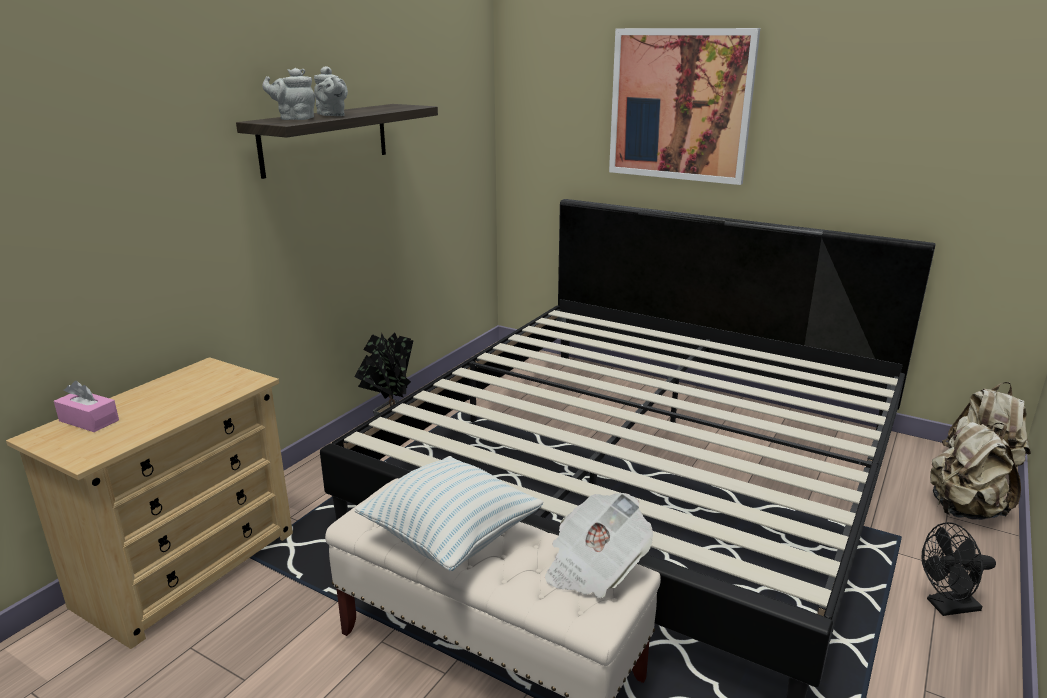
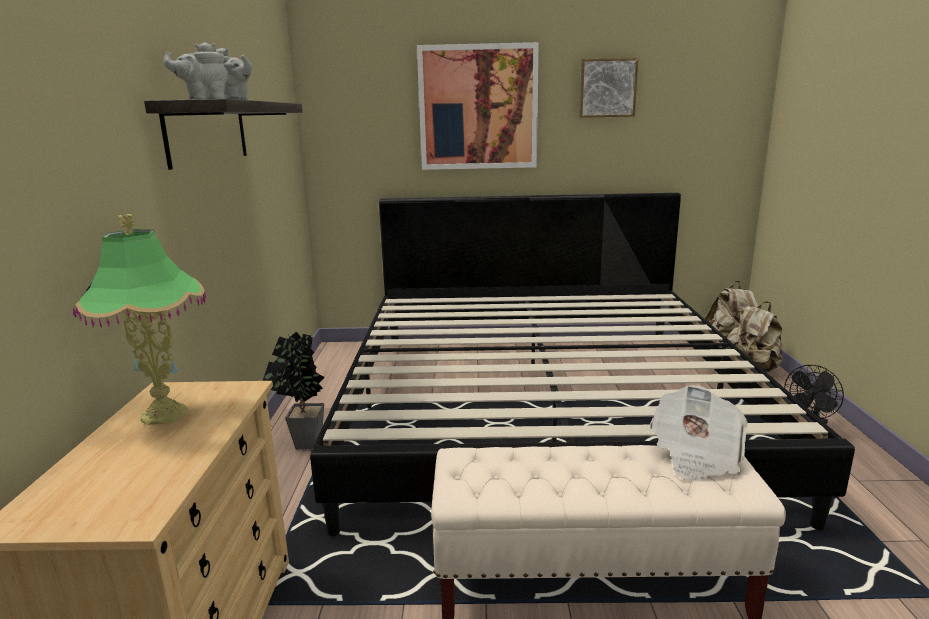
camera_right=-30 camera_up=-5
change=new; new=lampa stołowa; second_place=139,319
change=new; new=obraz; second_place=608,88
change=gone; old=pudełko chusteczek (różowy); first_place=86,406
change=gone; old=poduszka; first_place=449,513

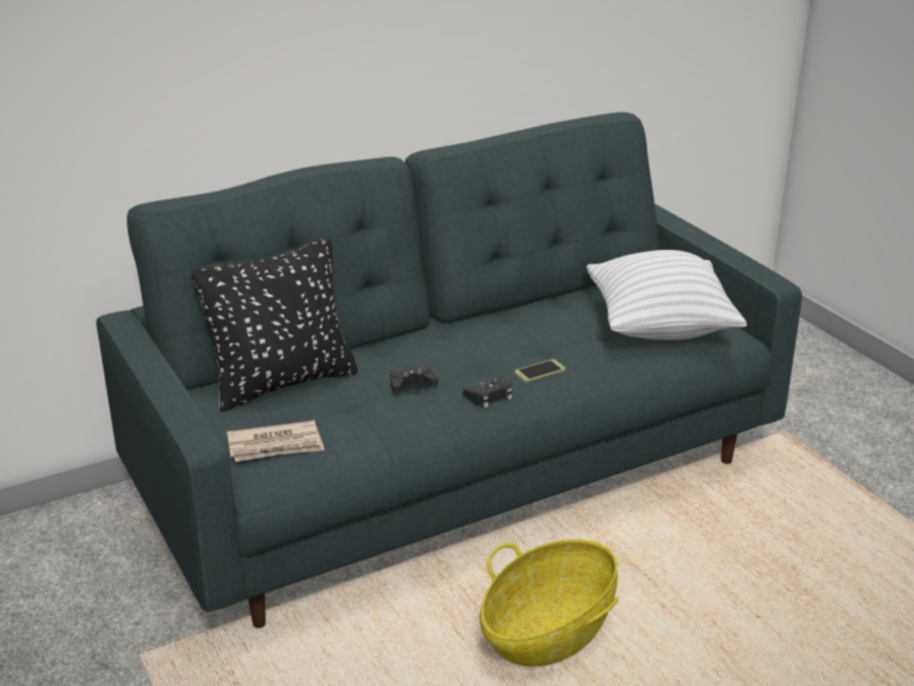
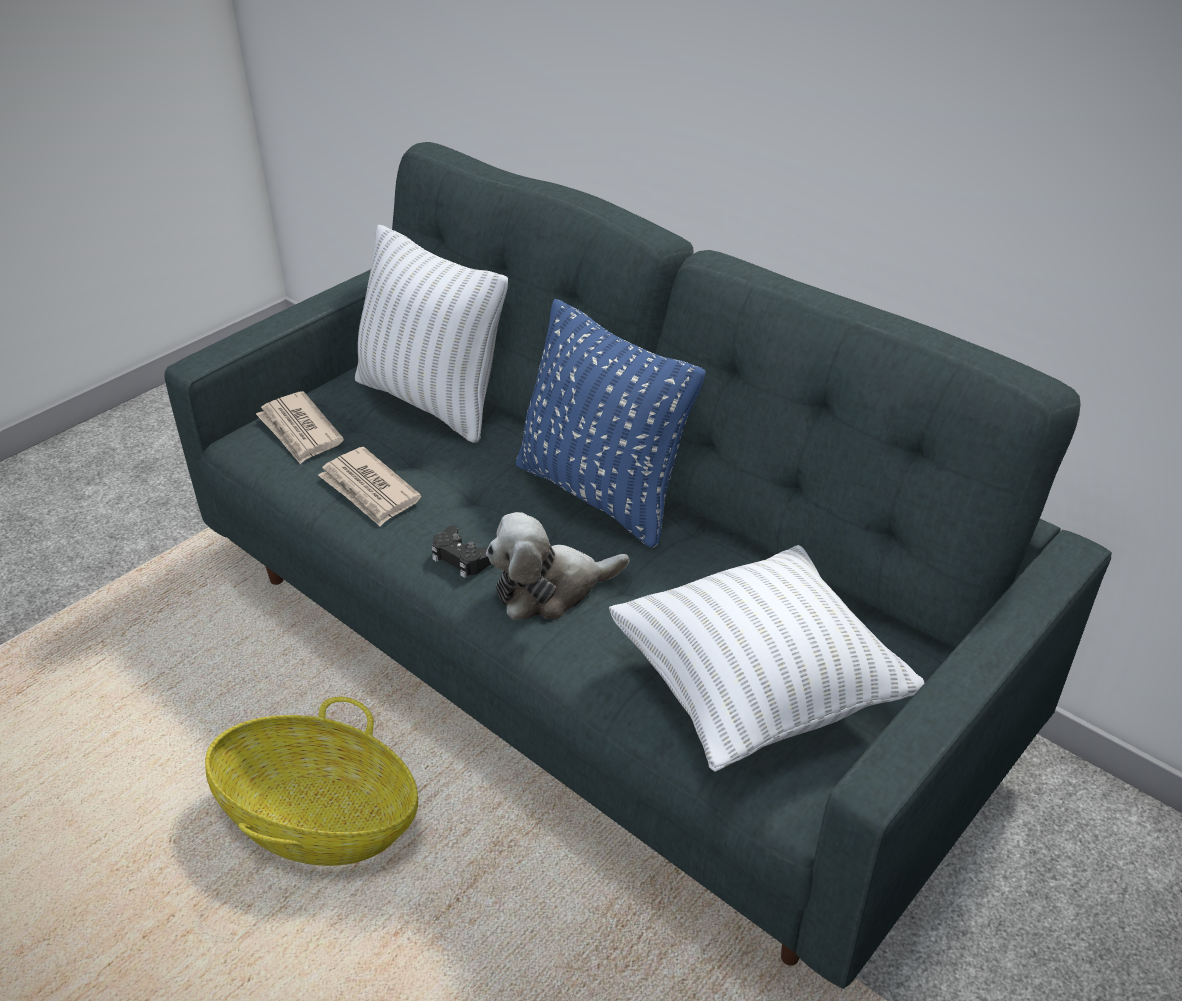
camera_right=70 camera_up=10
change=new; new=gazeta; second_place=370,487
change=repainted; old=poduszka (czarny); new=poduszka (biały); first_place=274,324; second_place=431,333
change=swapped; old=telefon; new=pluszak; first_place=540,371; second_place=557,566
change=new; new=poduszka (niebieski); second_place=611,423
change=gone; old=pad do gier (czarny); first_place=414,378

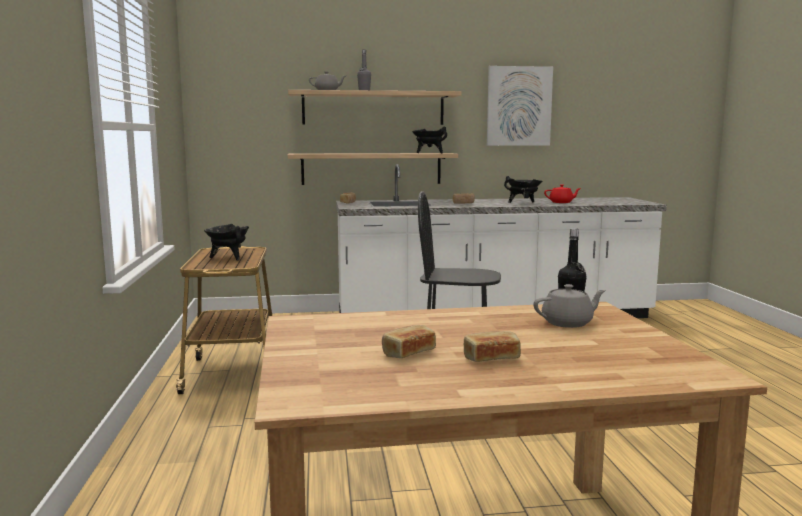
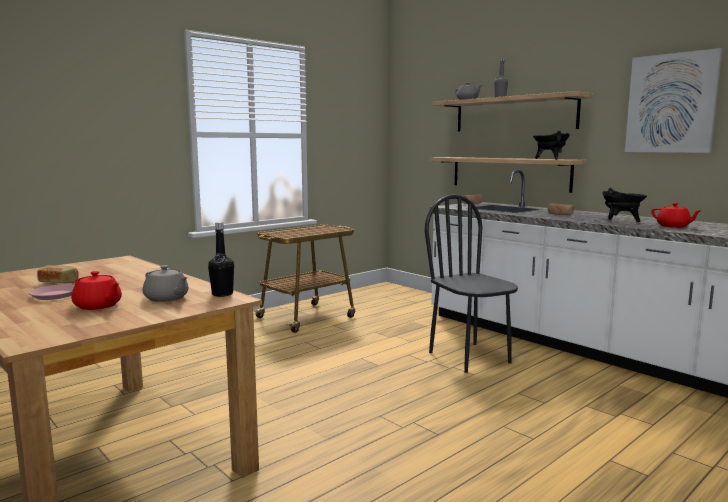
camera_right=55 camera_up=0
change=swapped; old=chleb; new=talerz (różowy); first_place=492,346; second_place=52,292
change=new; new=imbryk (czerwony); second_place=96,290
change=gone; old=garnek (czarny); first_place=226,242

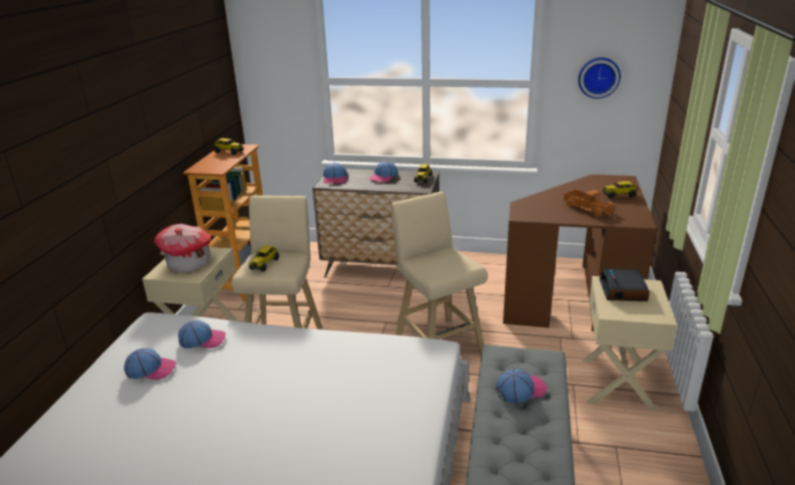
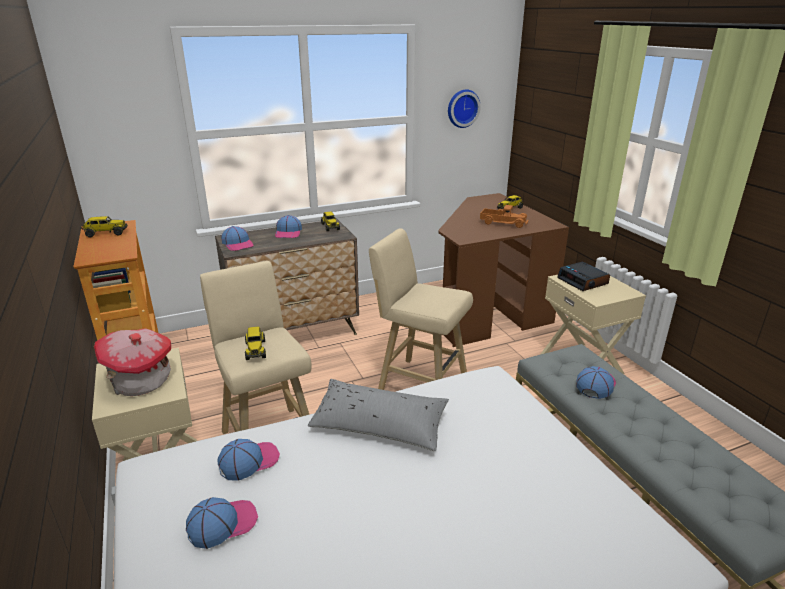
camera_right=-35 camera_up=0
change=new; new=poduszka (szary); second_place=378,415

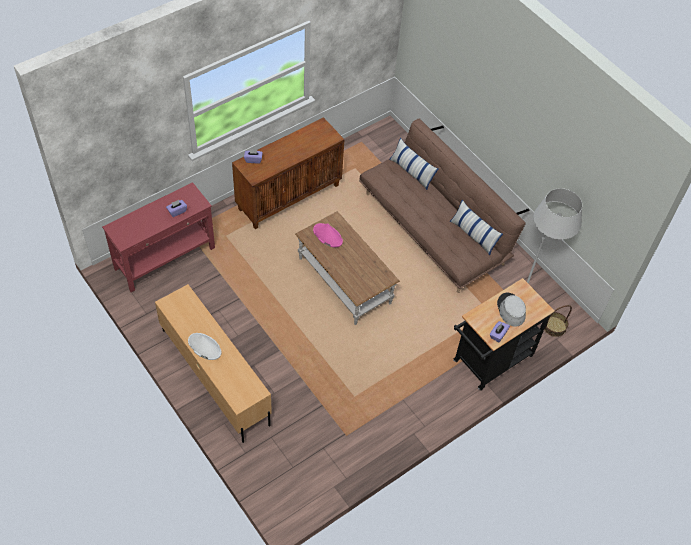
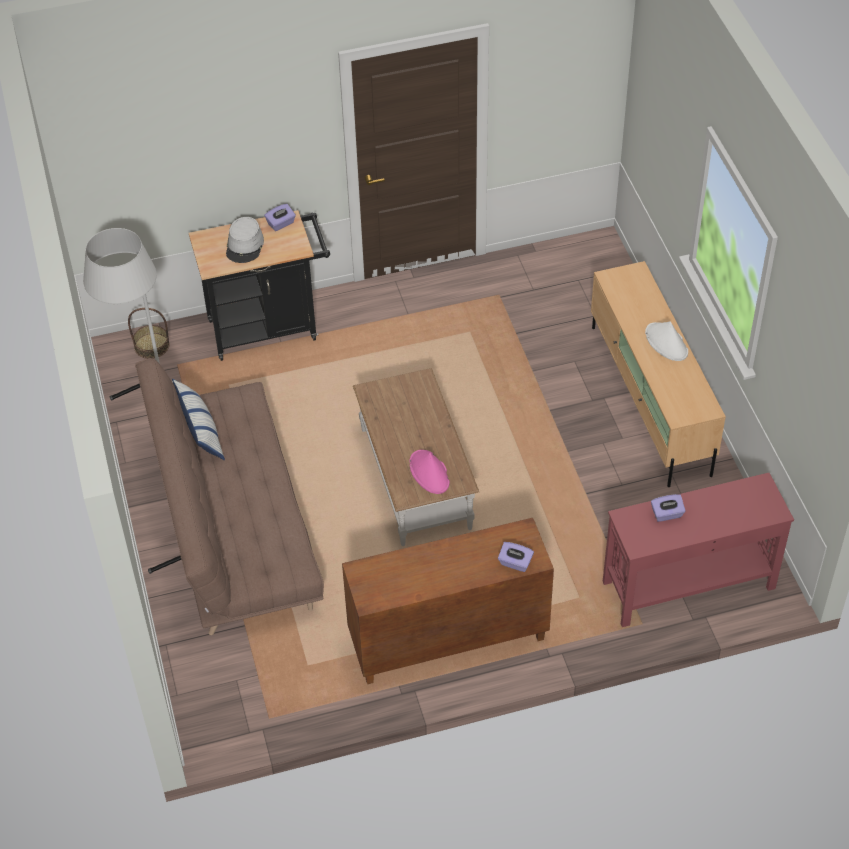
camera_right=-155 camera_up=-5
change=gone; old=poduszka; first_place=413,164

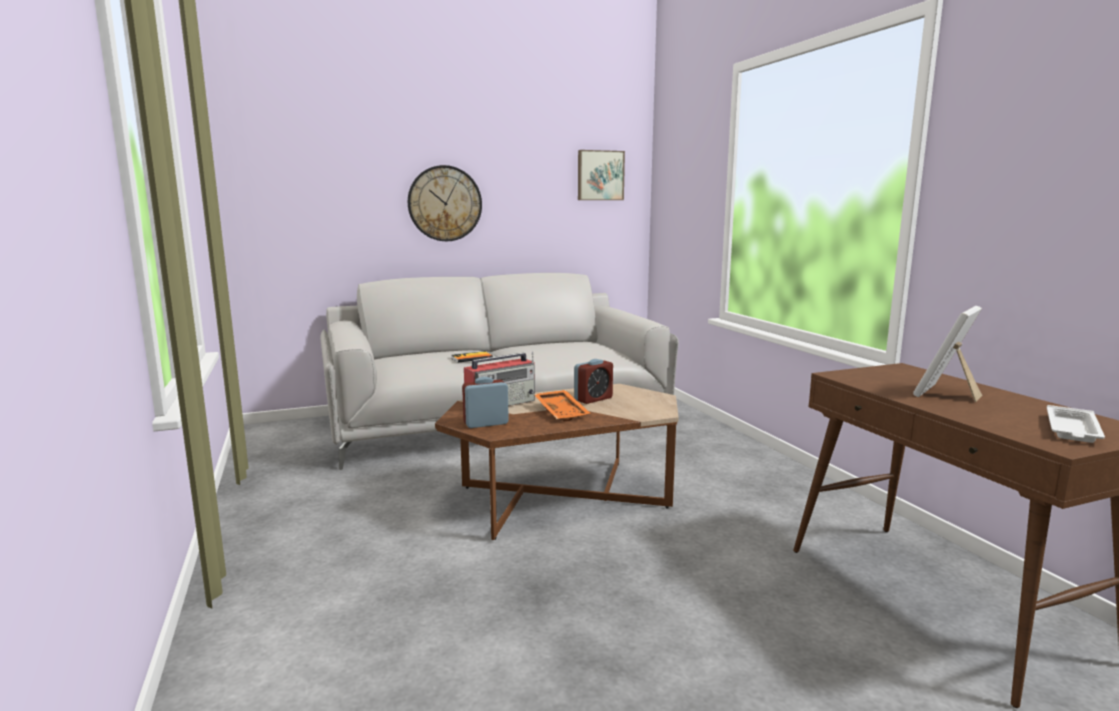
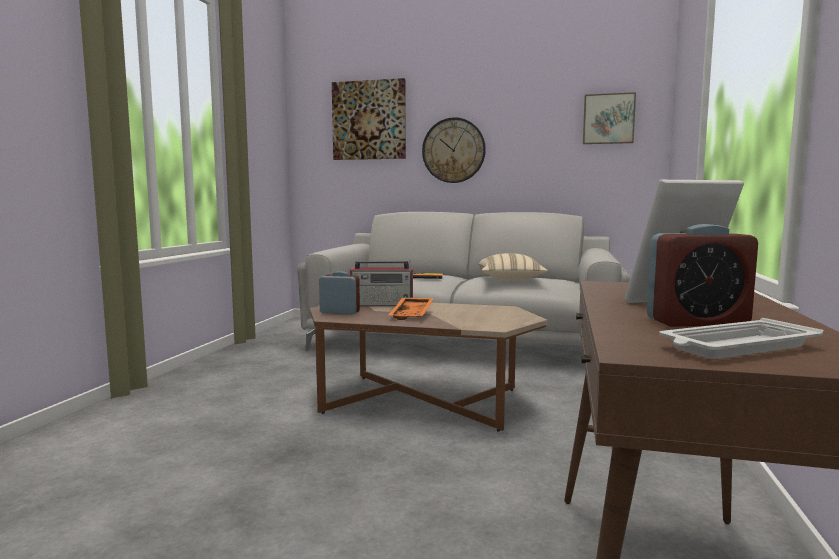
camera_right=35 camera_up=-5
change=new; new=obraz; second_place=369,119
change=new; new=poduszka (beżowy); second_place=513,267
change=shifted; old=budzik; first_place=593,381; second_place=702,275

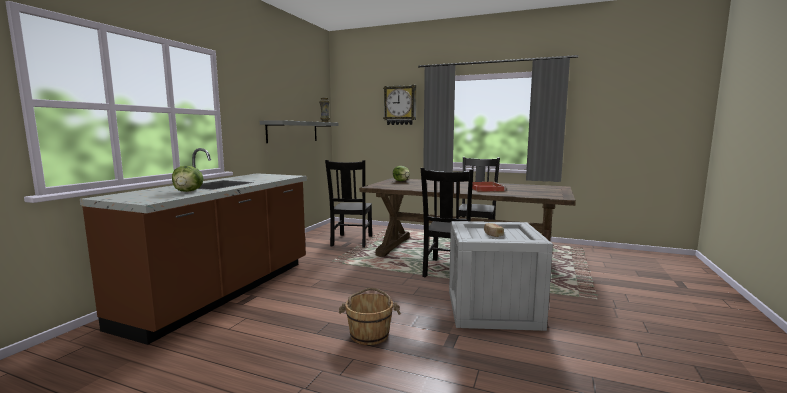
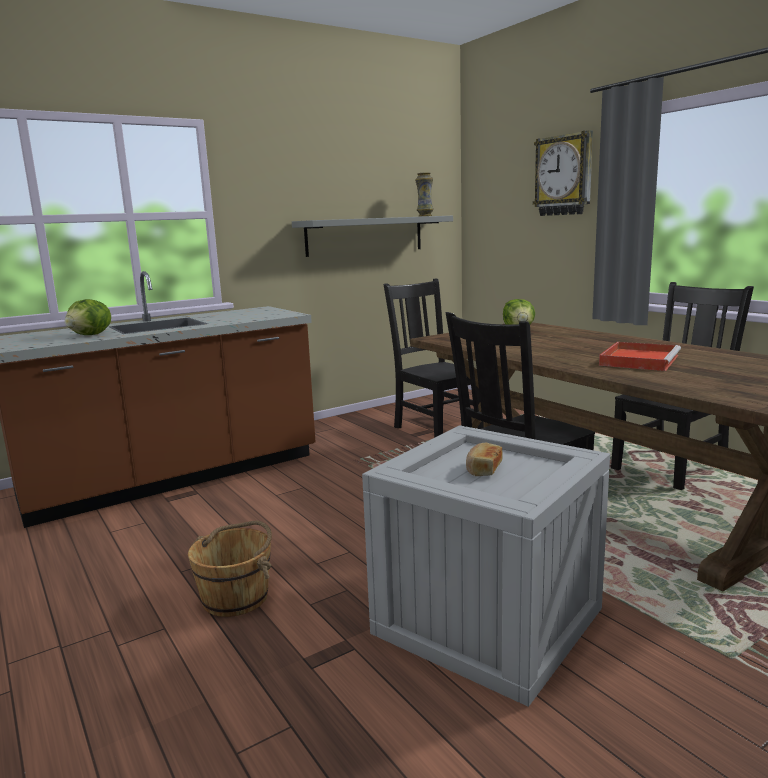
camera_right=35 camera_up=5
change=rotated; old=krzesło (czarny); first_place=348,204; second_place=433,358; degrees=105

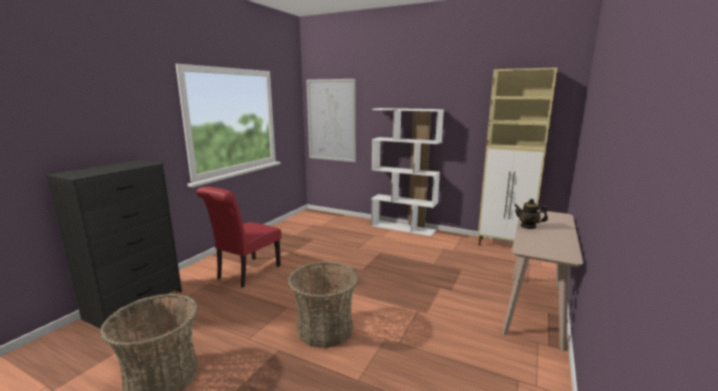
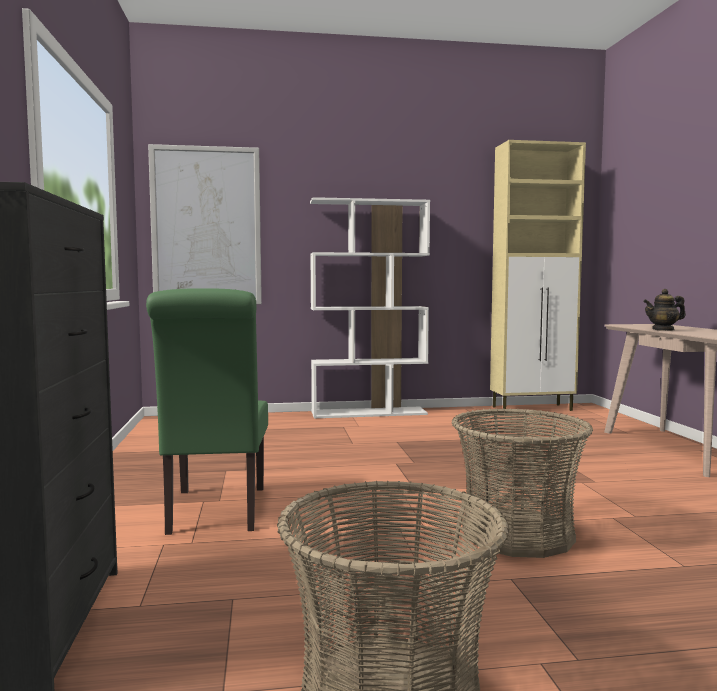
camera_right=-35 camera_up=-10
change=repainted; old=krzesło (czerwony); new=krzesło (zielony); first_place=238,237; second_place=207,411

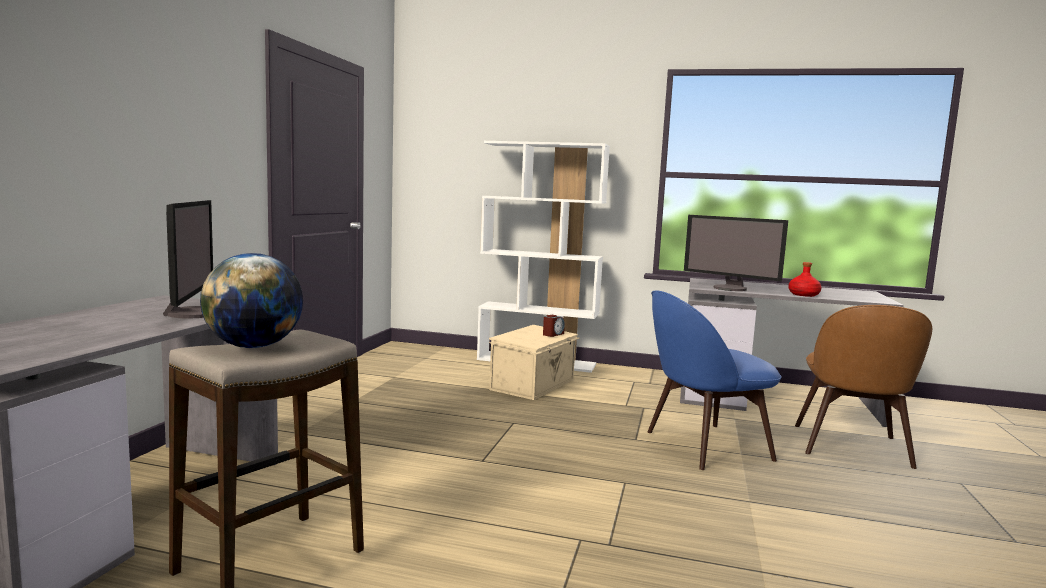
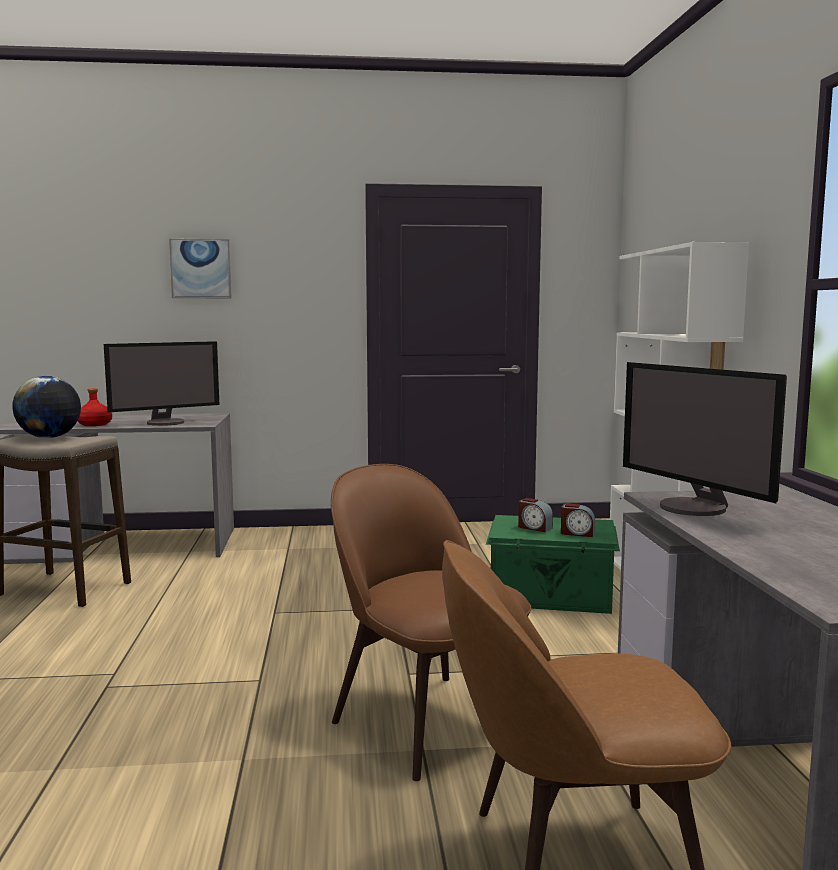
camera_right=70 camera_up=0
change=shifted; old=butelka (czerwony); first_place=805,279; second_place=95,407
change=new; new=obraz; second_place=200,268
change=repainted; old=krzesło (niebieski); new=krzesło (brązowy); first_place=715,380; second_place=431,622
change=repainted; old=pojemnik do przechowywania (beżowy); new=pojemnik do przechowywania (zielony); first_place=534,362; second_place=553,564
change=new; new=budzik; second_place=535,515
change=rotated; old=monitor; first_place=736,253; second_place=705,439; degrees=-45

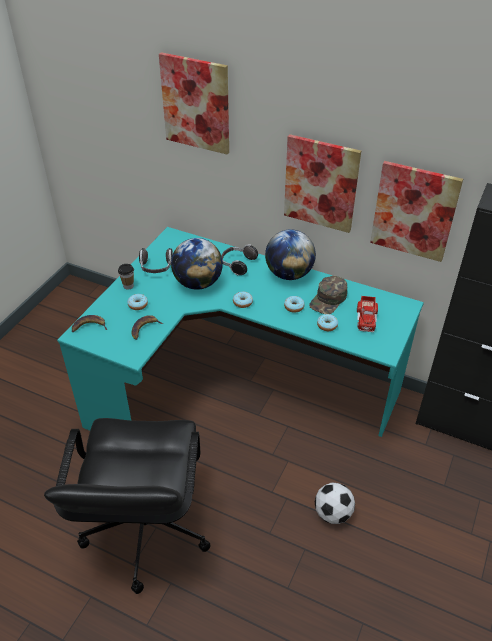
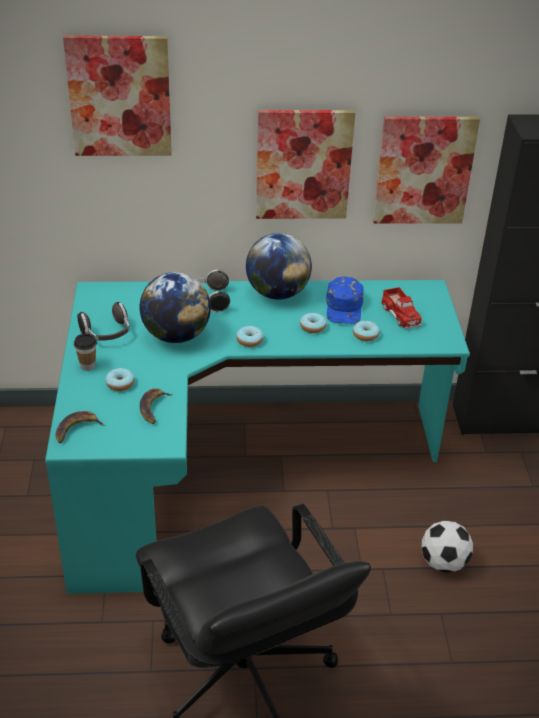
camera_right=-30 camera_up=-5
change=repainted; old=czapka z daszkiem (zielony); new=czapka z daszkiem (niebieski); first_place=328,295; second_place=344,300

